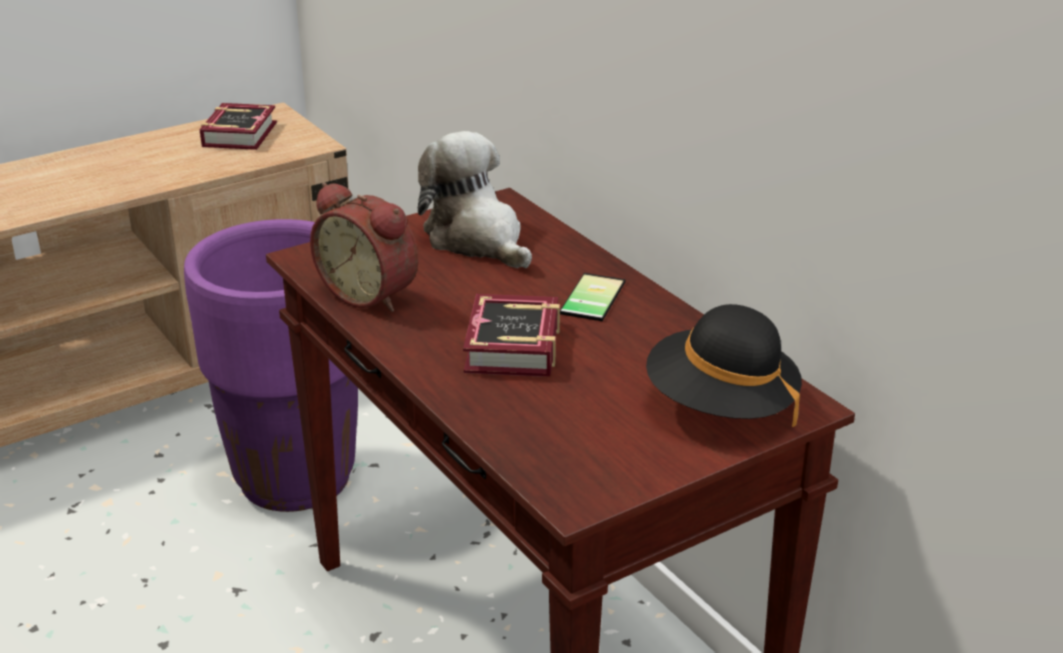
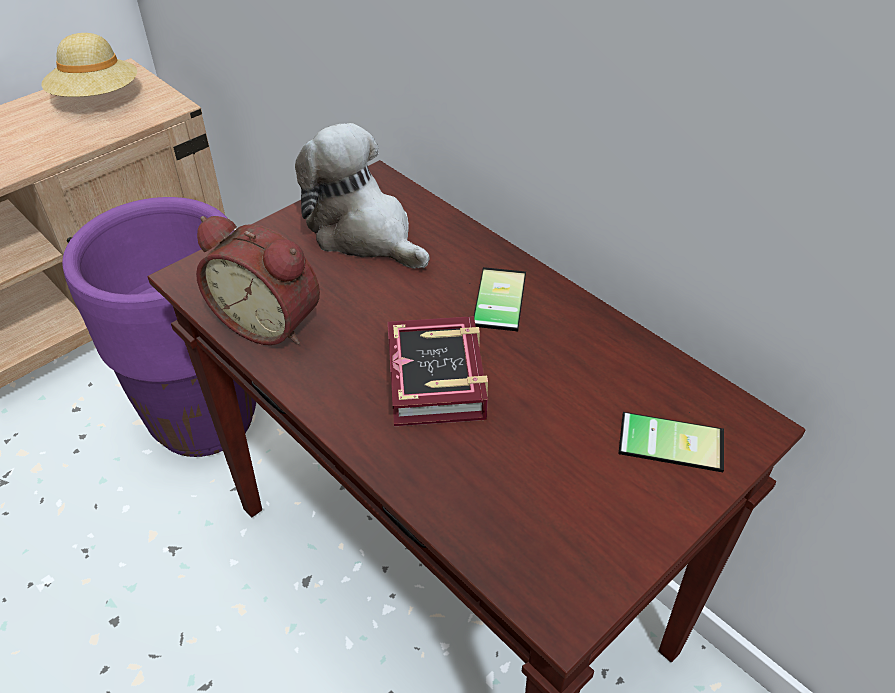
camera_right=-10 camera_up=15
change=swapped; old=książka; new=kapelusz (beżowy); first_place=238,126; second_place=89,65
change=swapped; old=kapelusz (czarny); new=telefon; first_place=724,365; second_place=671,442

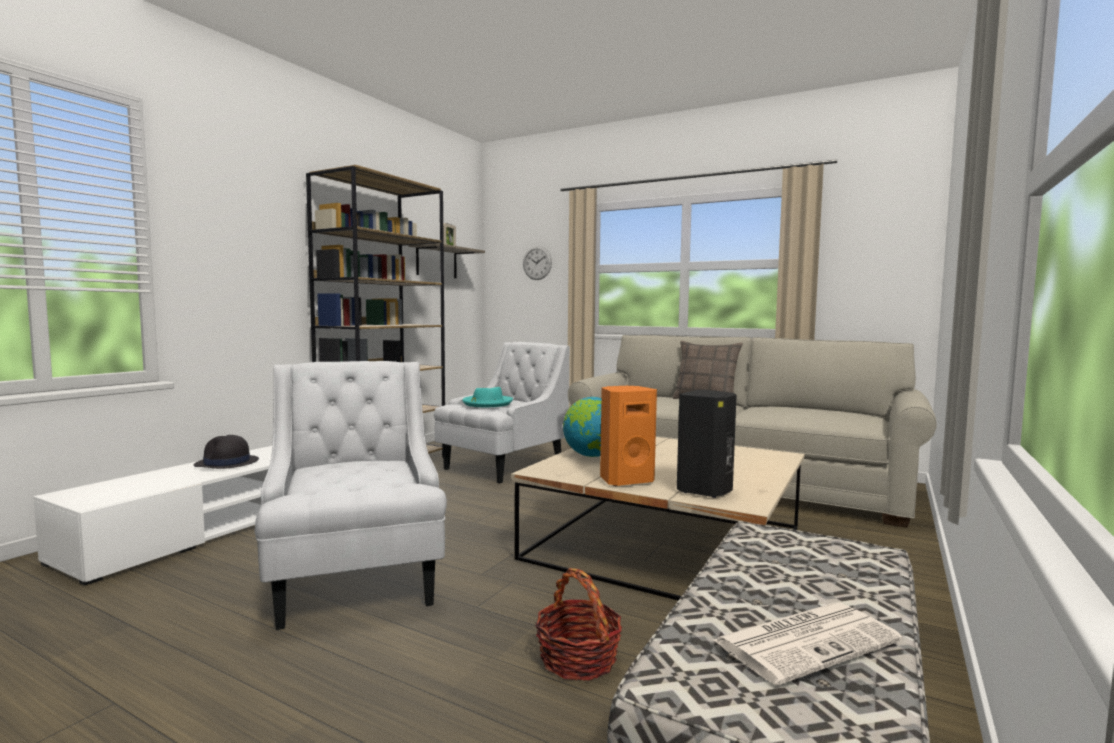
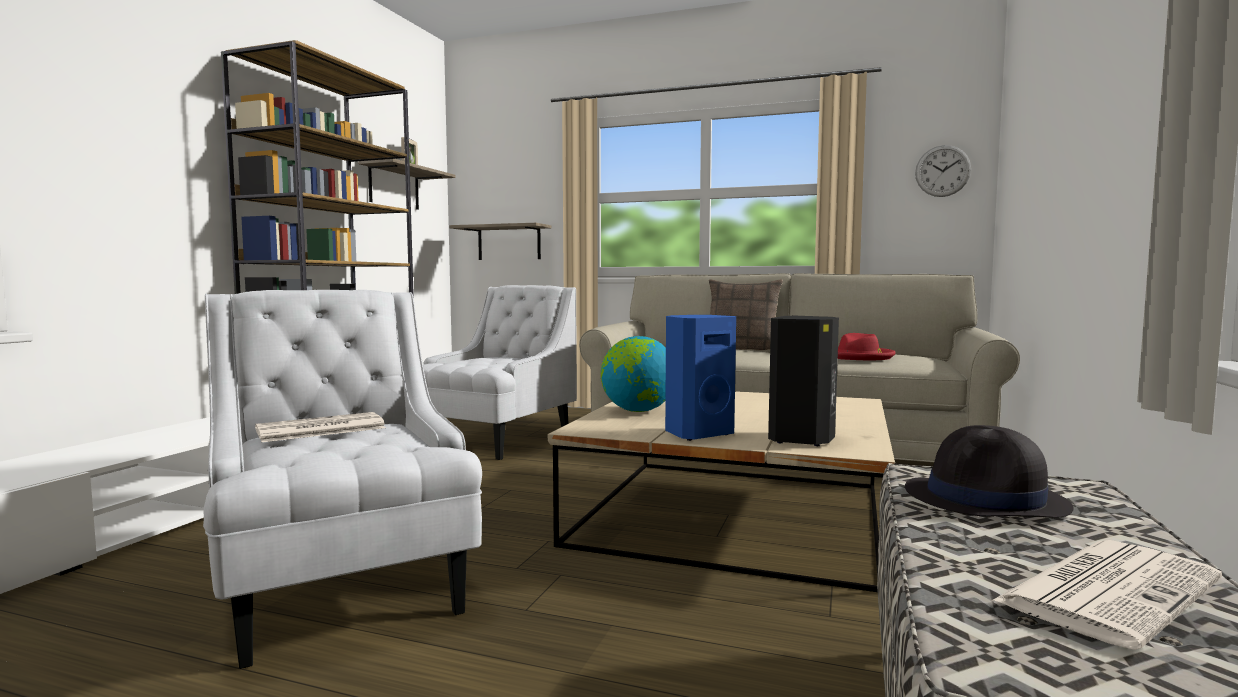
camera_right=-10 camera_up=0
change=new; new=gazeta; second_place=320,427
change=new; new=półka; second_place=500,241
change=repainted; old=głośnik (pomarańczowy); new=głośnik (niebieski); first_place=628,436; second_place=700,378
change=new; new=kapelusz (czerwony); second_place=866,346
change=shifted; old=kapelusz (czarny); first_place=226,452; second_place=989,471
change=shifted; old=zegar ścienny; first_place=537,263; second_place=943,171
change=gone; old=kapelusz (turkusowy); first_place=487,397
change=gone; old=koszyk; first_place=578,624

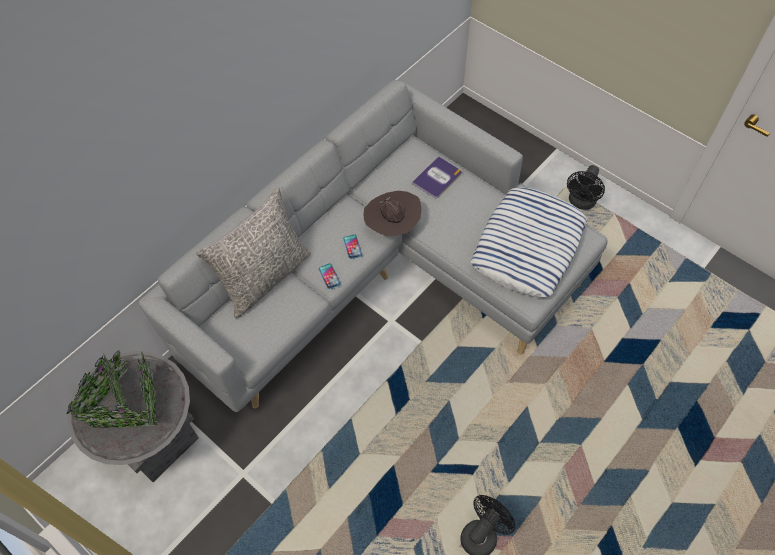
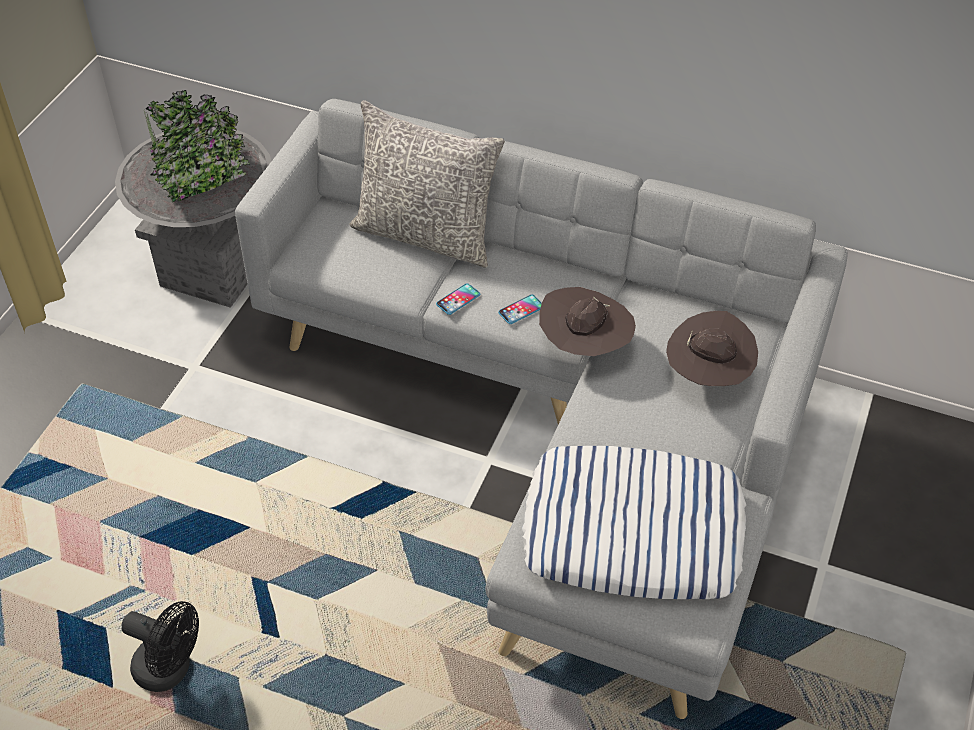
camera_right=70 camera_up=-10
change=swapped; old=książka; new=kapelusz (brązowy); first_place=437,177; second_place=712,348
change=gone; old=wentylator (czarny); first_place=586,187

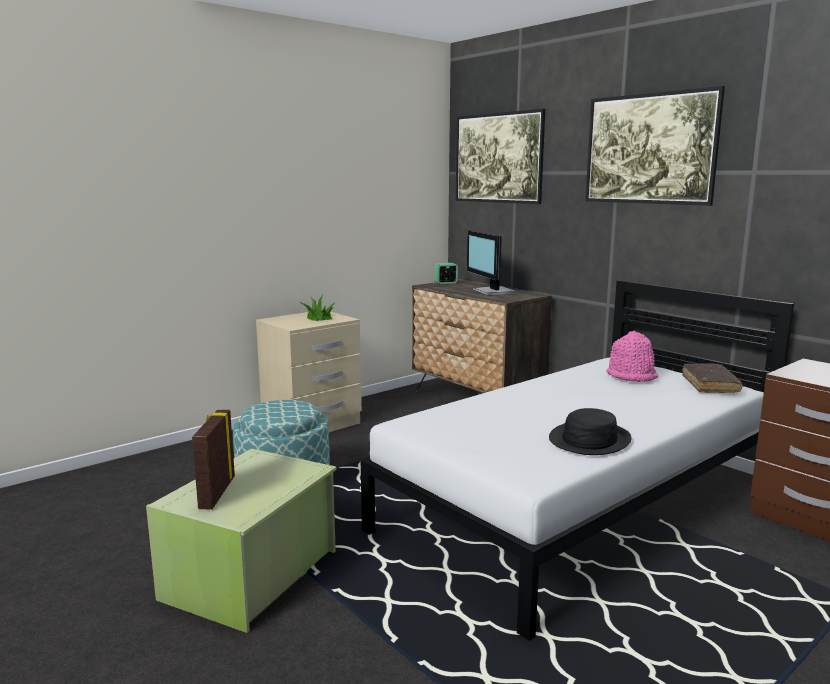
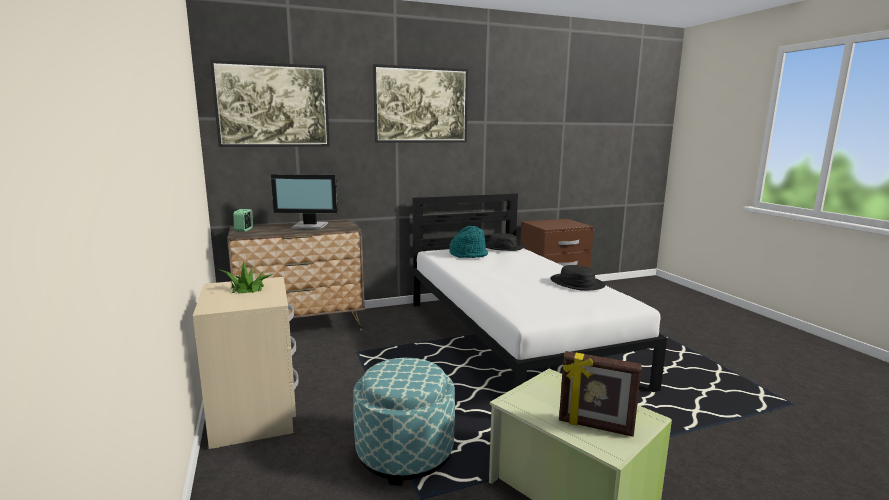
camera_right=-70 camera_up=0
change=repainted; old=kapelusz (różowy); new=kapelusz (turkusowy); first_place=632,356; second_place=468,242
change=swapped; old=książka (brązowy); new=kapelusz (czarny); first_place=712,378; second_place=505,242

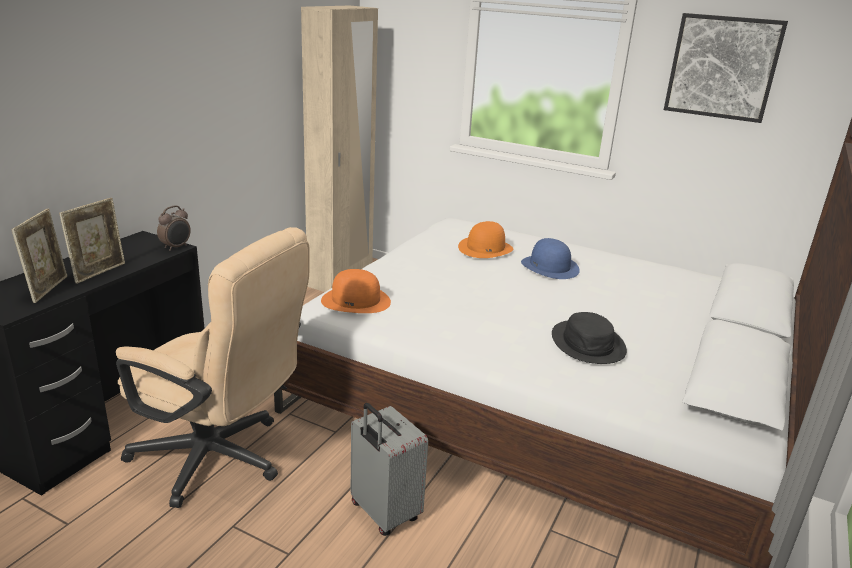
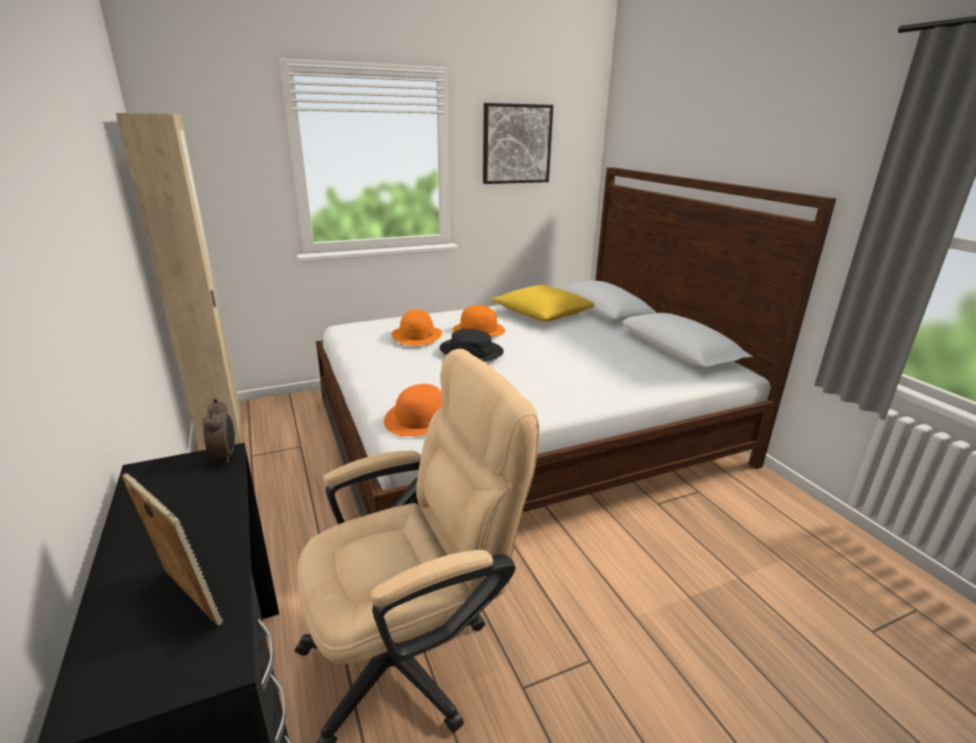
camera_right=-50 camera_up=0
change=shifted; old=kapelusz (czarny); first_place=589,338; second_place=471,345
change=repainted; old=kapelusz (niebieski); new=kapelusz (pomarańczowy); first_place=550,258; second_place=479,321
change=new; new=poduszka (żółty); second_place=543,303
change=gone; old=ramka na zdjęcie; first_place=92,241
change=gone; old=walizka (szary); first_place=389,469

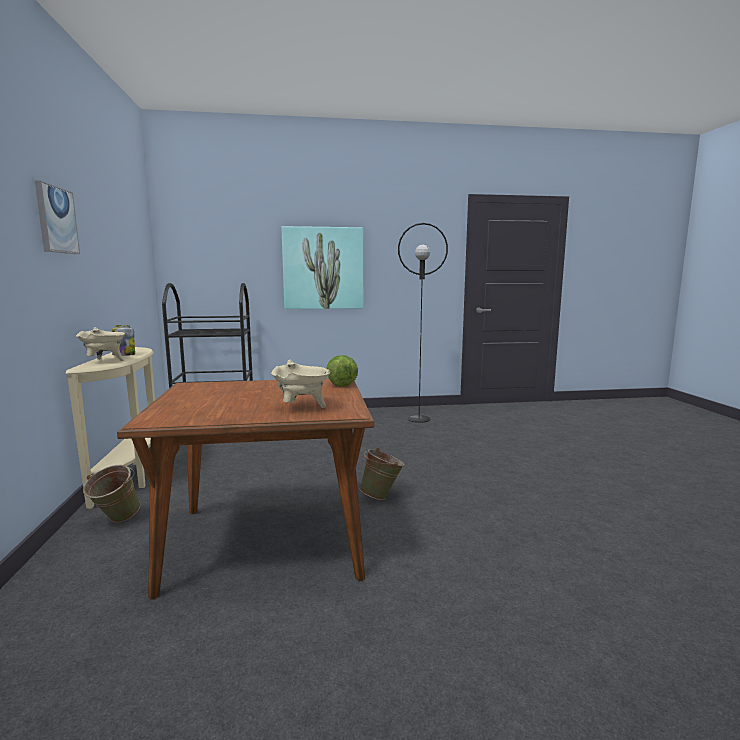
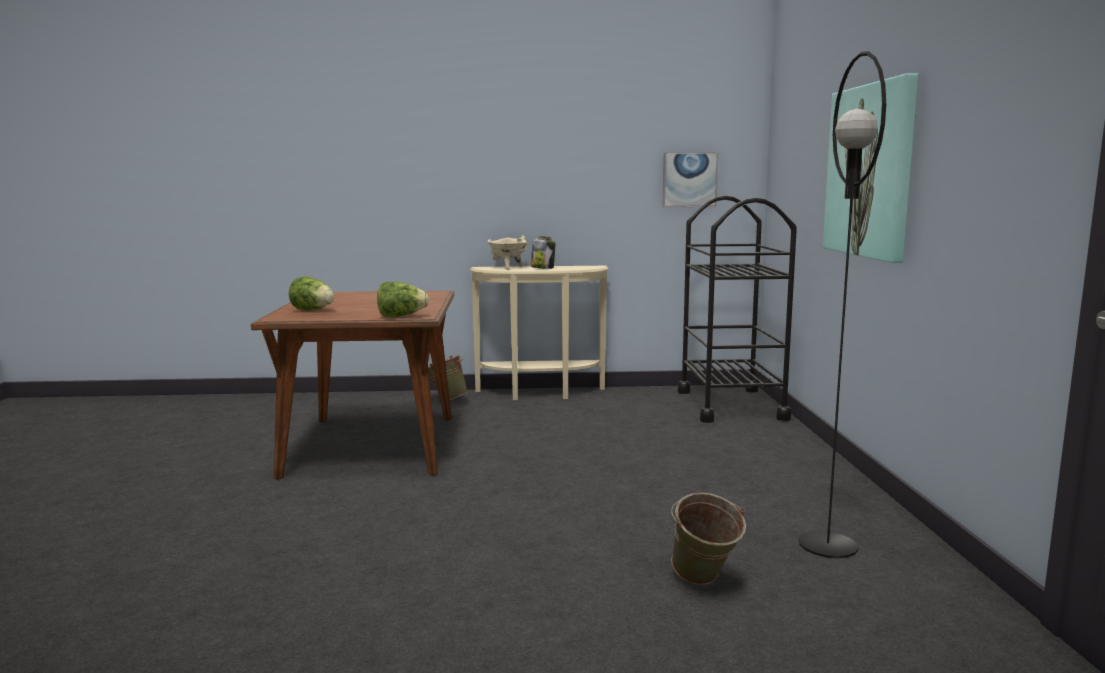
camera_right=95 camera_up=0
change=swapped; old=garnek (beżowy); new=sałata; first_place=301,384; second_place=311,294
change=shifted; old=obraz; first_place=57,217; second_place=690,180
change=shifted; old=wiadro (zielony); first_place=382,474; second_place=708,539

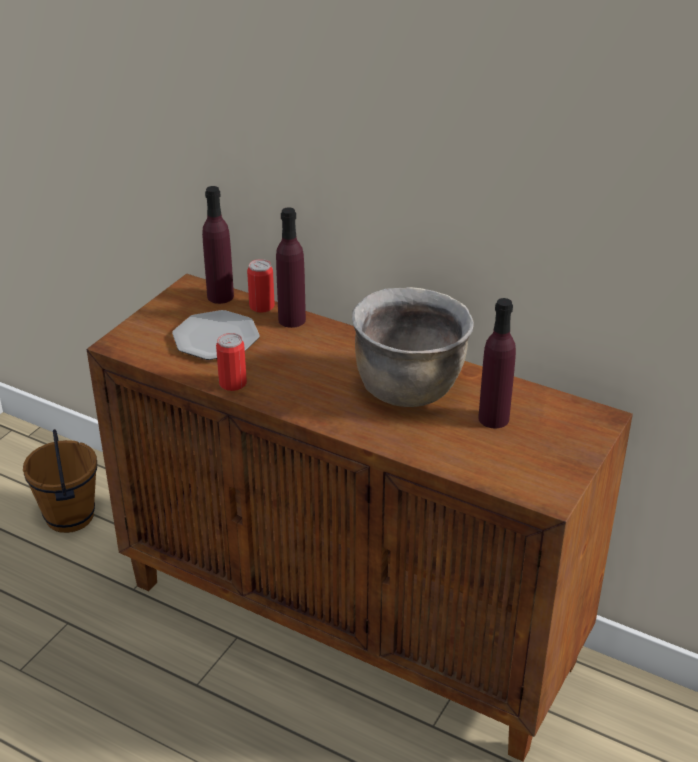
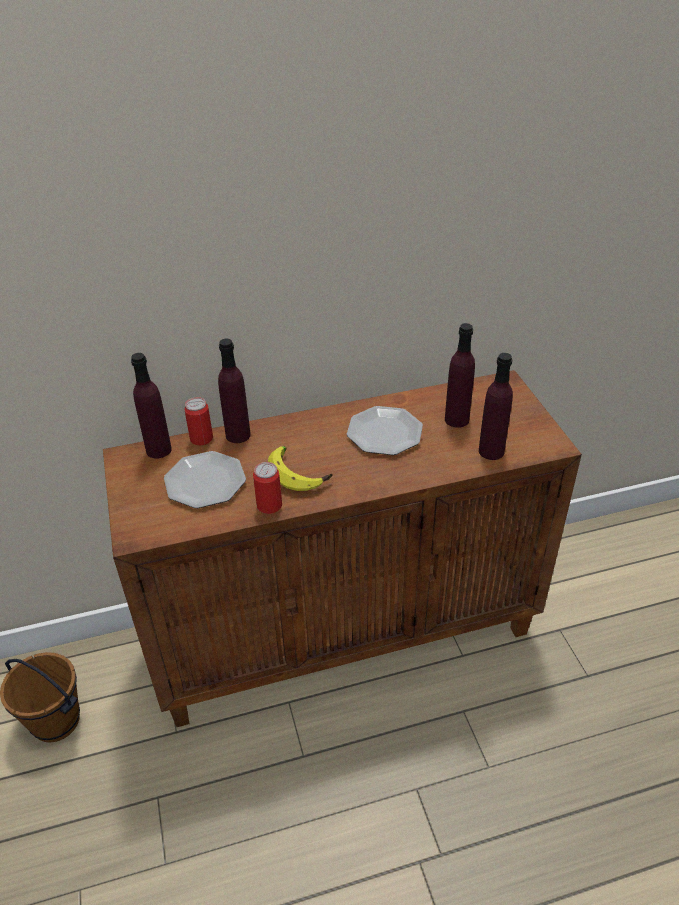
camera_right=-45 camera_up=5
change=new; new=banan; second_place=300,468
change=swapped; old=garnek (brązowy); new=talerz; first_place=413,347; second_place=385,430
change=new; new=butelka (fioletowy); second_place=496,406

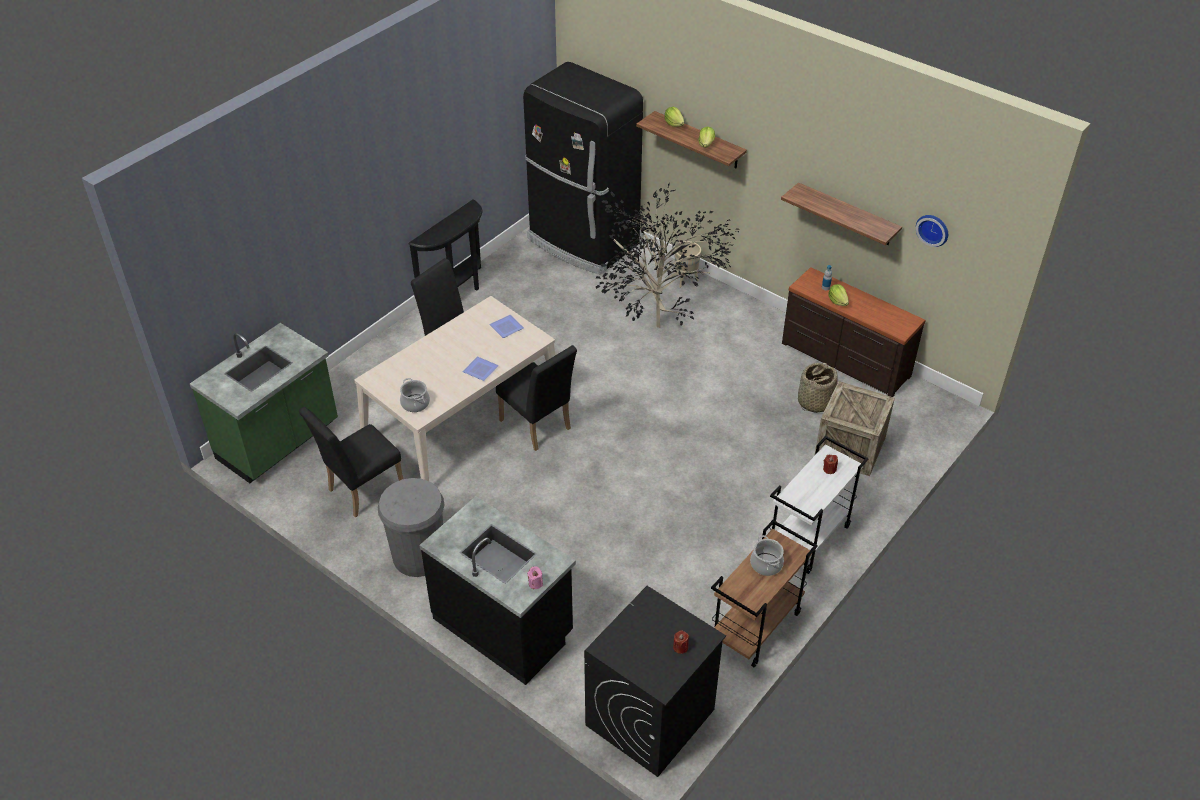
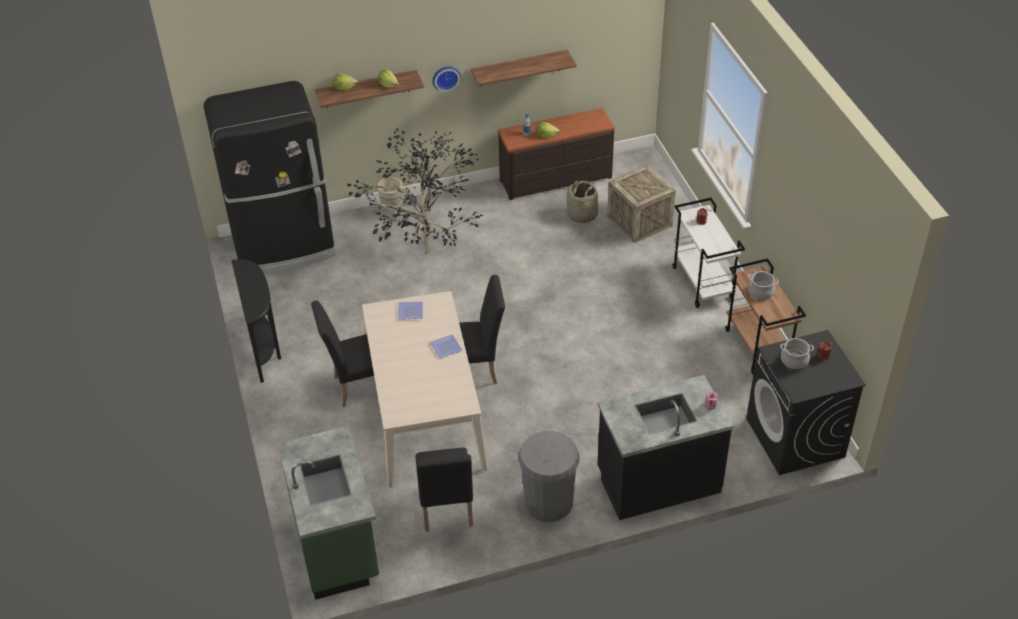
camera_right=-55 camera_up=0
change=shifted; old=zegar ścienny; first_place=932,231; second_place=447,79
change=shifted; old=garnek; first_place=415,395; second_place=797,353

